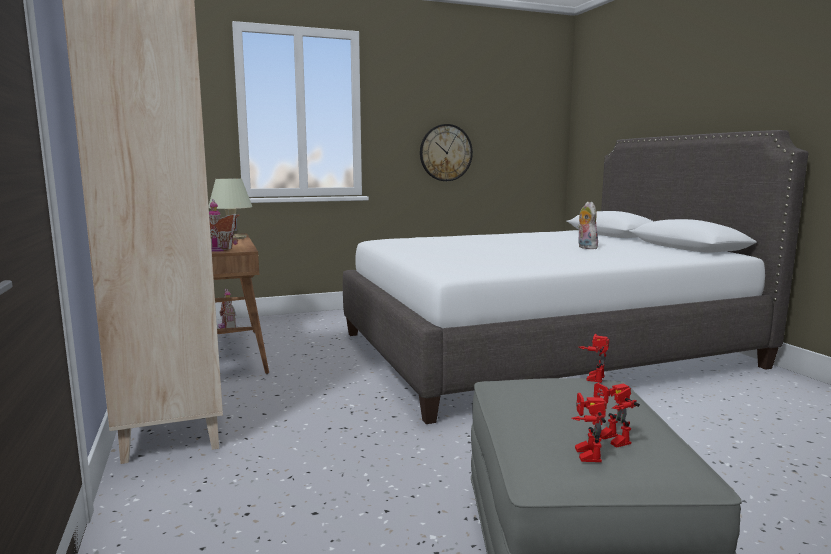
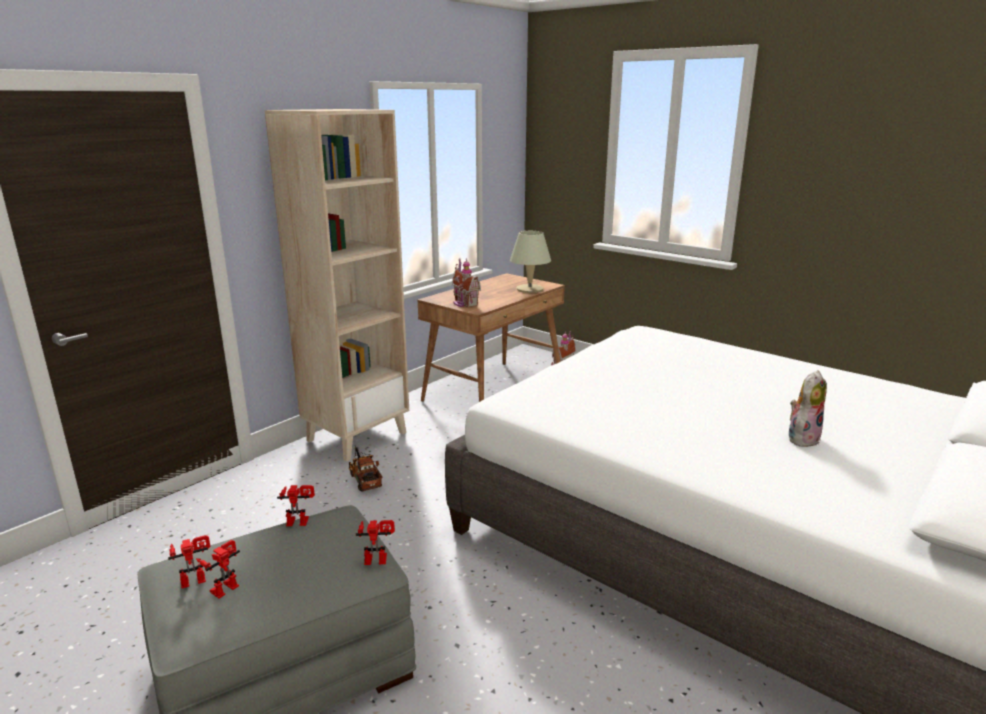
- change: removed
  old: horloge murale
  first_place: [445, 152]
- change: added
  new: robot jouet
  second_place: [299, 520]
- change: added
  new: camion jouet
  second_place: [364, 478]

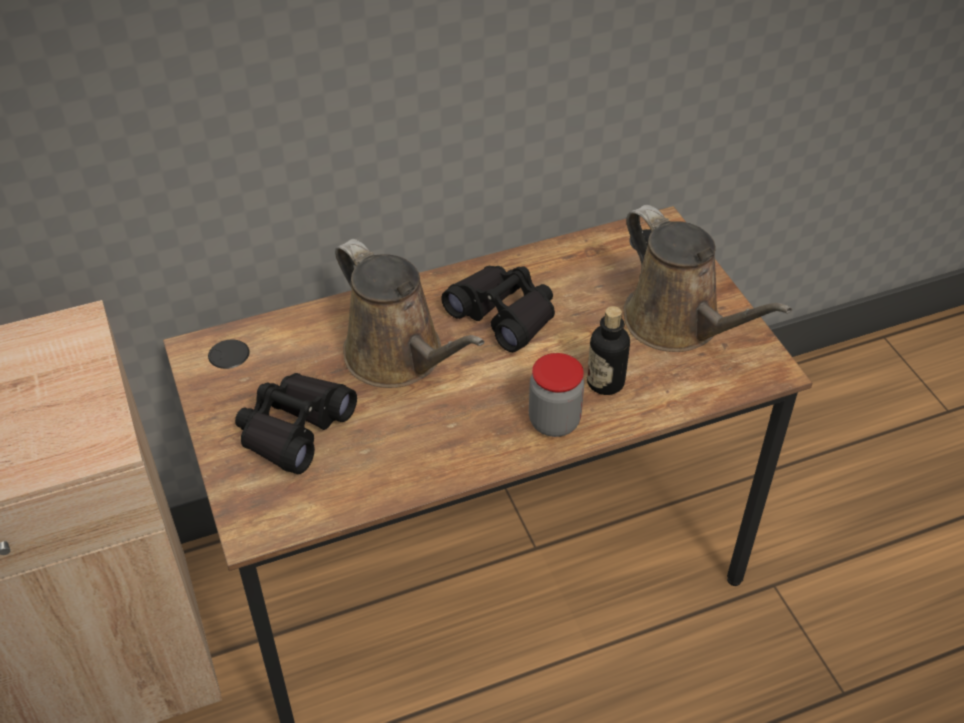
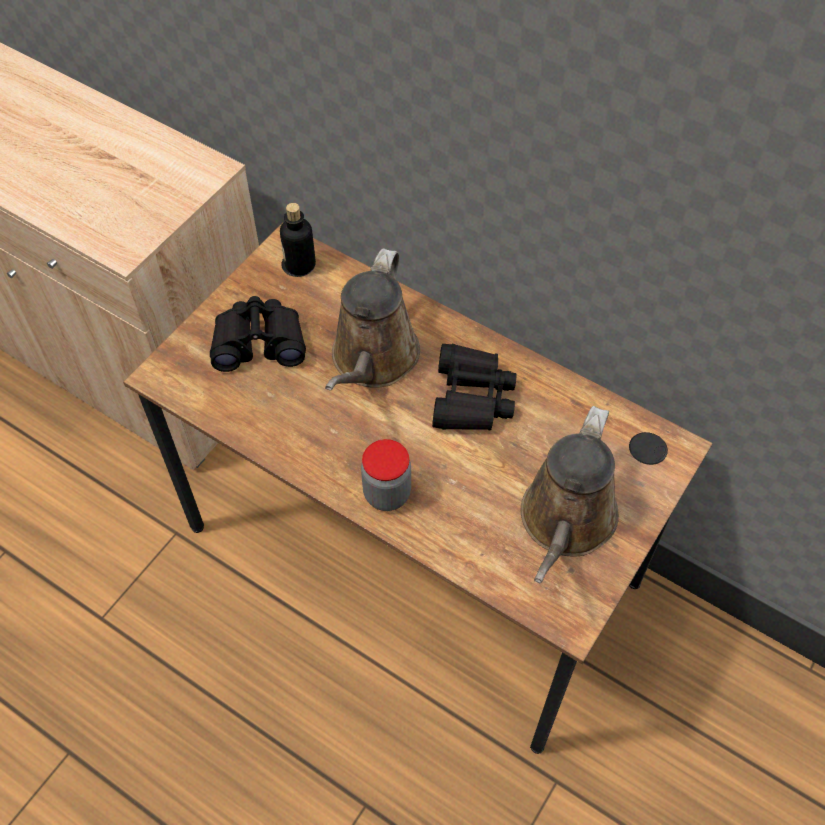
- change: moved
  old: bouteille
  first_place: [605, 382]
  second_place: [300, 264]

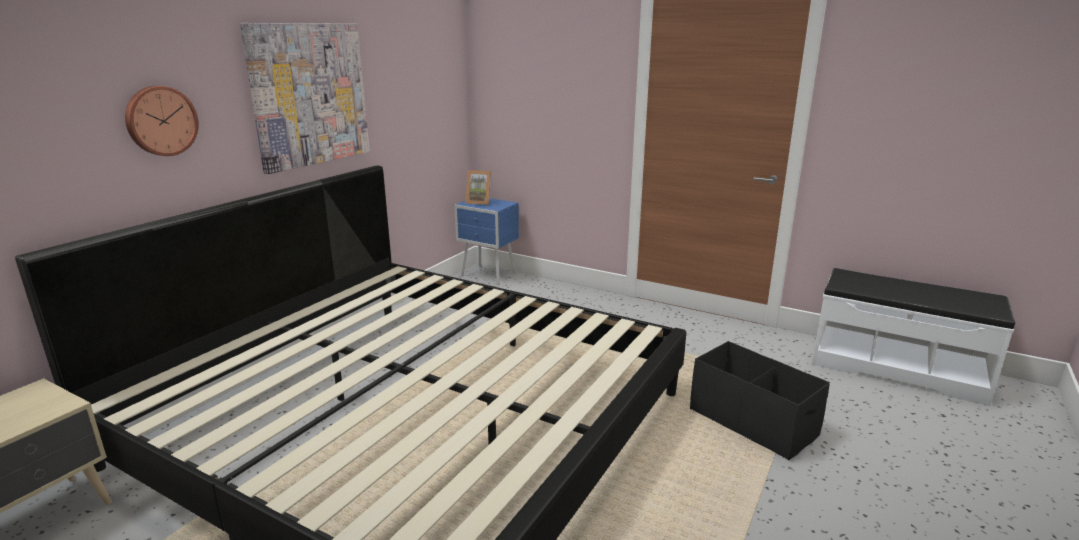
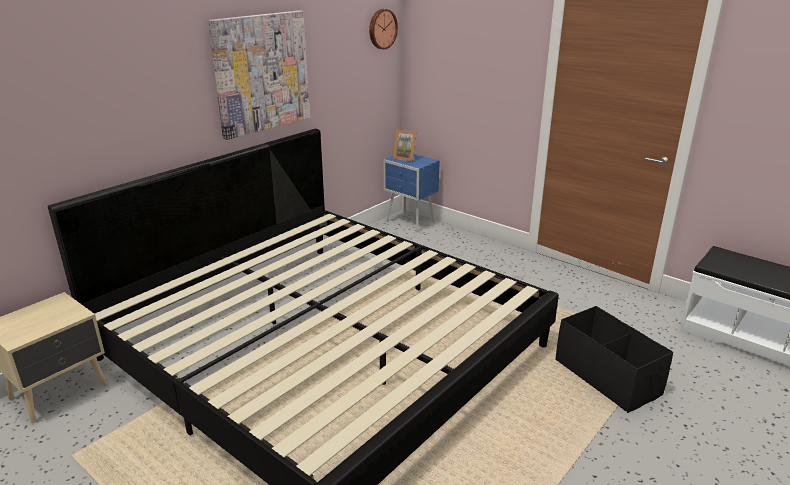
- change: moved
  old: horloge murale
  first_place: [160, 121]
  second_place: [382, 29]

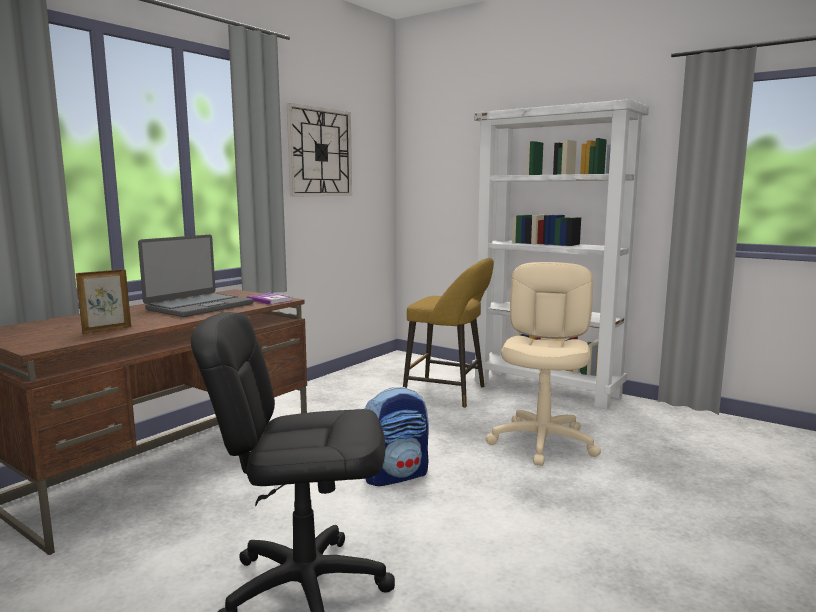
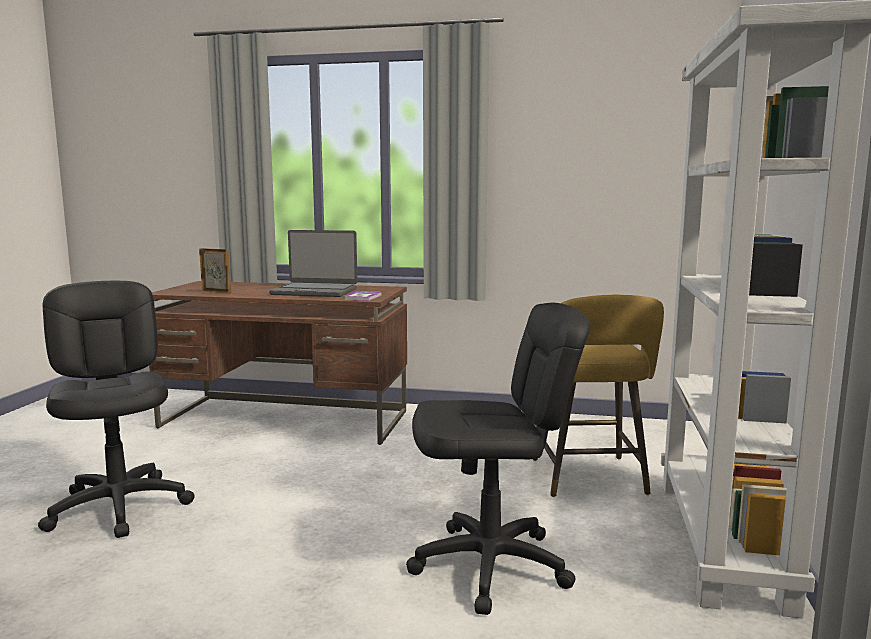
- change: removed
  old: horloge murale
  first_place: [320, 152]
- change: removed
  old: sac à dos
  first_place: [396, 475]
- change: recoloured
  old: chaise de bureau [beige]
  new: chaise de bureau [noir]
  first_place: [543, 442]
  second_place: [491, 566]

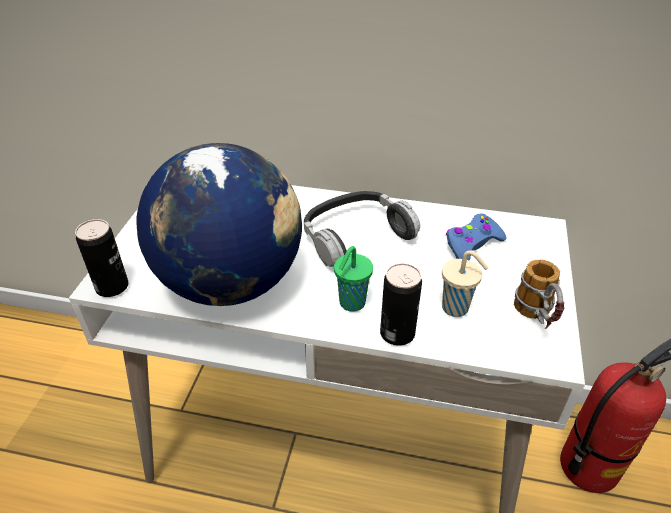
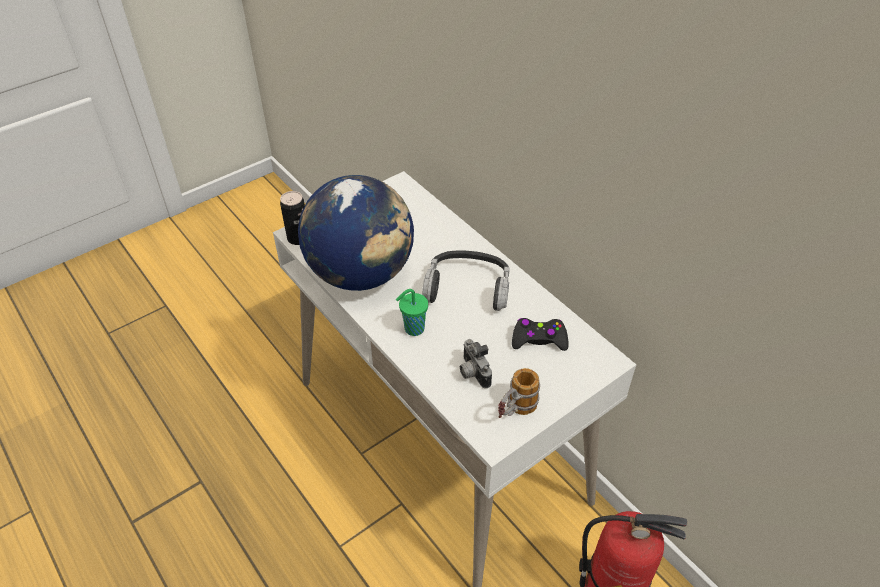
- change: removed
  old: boîte métallique
  first_place: [397, 333]
- change: replaced
  old: tasse [beige]
  new: appareil photo
  first_place: [457, 308]
  second_place: [472, 373]
- change: recoloured
  old: manette [bleu]
  new: manette [noir]
  first_place: [472, 244]
  second_place: [538, 339]

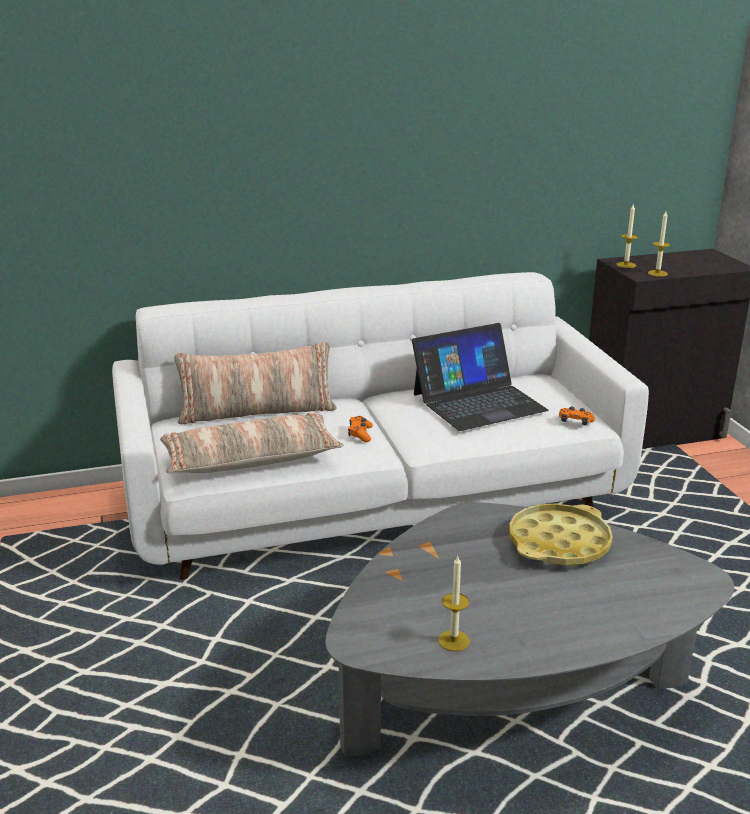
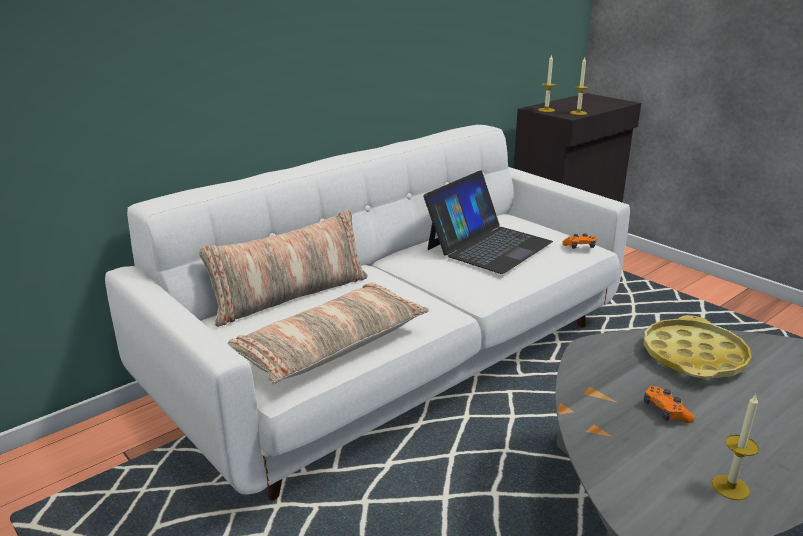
- change: moved
  old: manette [orange]
  first_place: [360, 434]
  second_place: [665, 411]

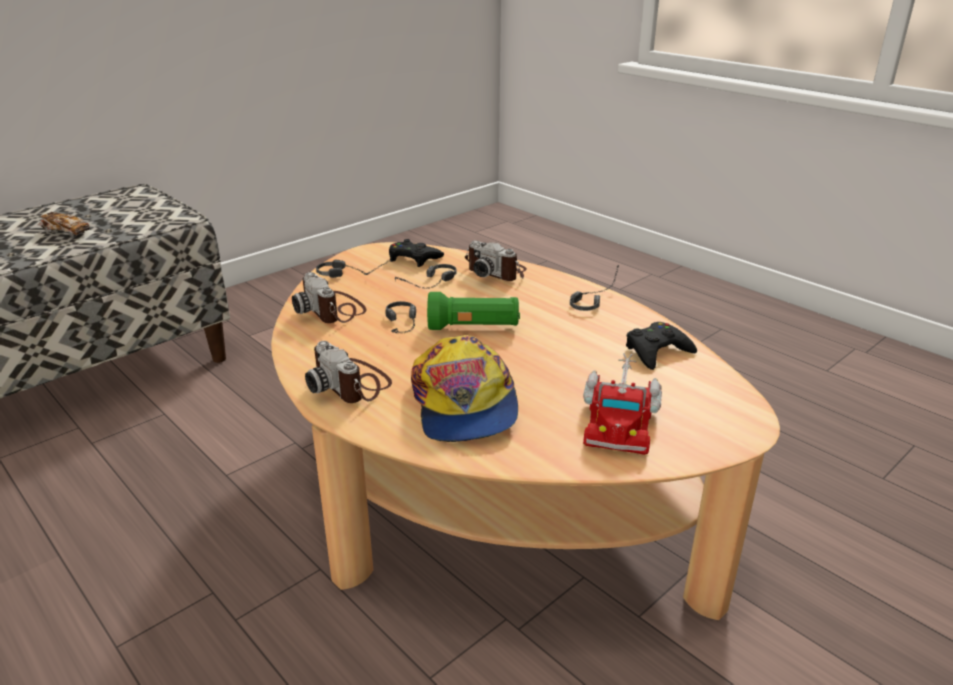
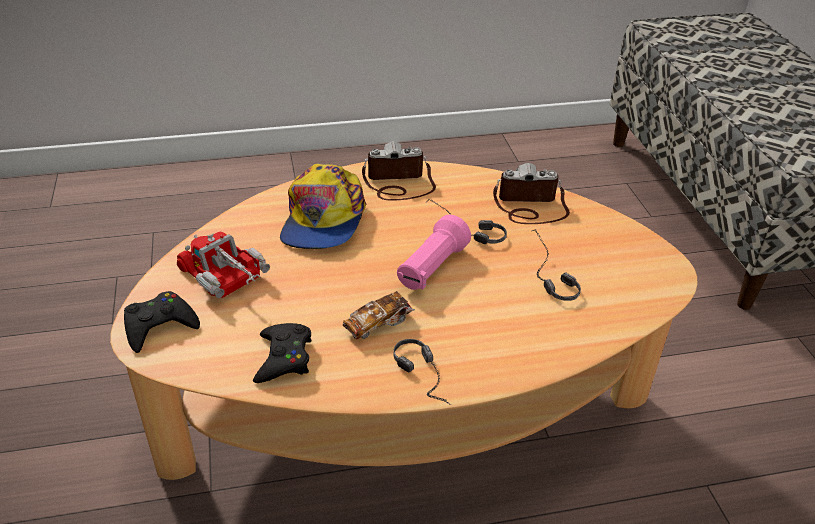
- change: removed
  old: casque audio
  first_place: [355, 274]
- change: removed
  old: appareil photo
  first_place: [497, 272]
- change: moved
  old: petite voiture
  first_place: [65, 233]
  second_place: [378, 324]
- change: moved
  old: manette [noir]
  first_place: [413, 259]
  second_place: [159, 326]
- change: recoloured
  old: lampe de poche [vert]
  new: lampe de poche [rose]
  first_place: [474, 328]
  second_place: [431, 268]
- change: turned
  old: casquette
  first_place: [464, 404]
  second_place: [323, 219]
  degrees: -105

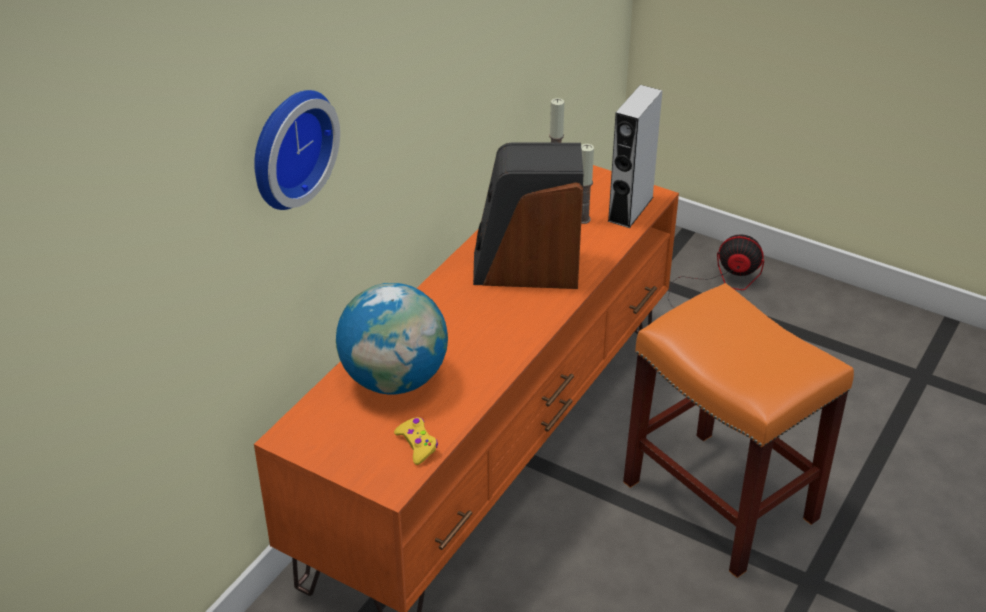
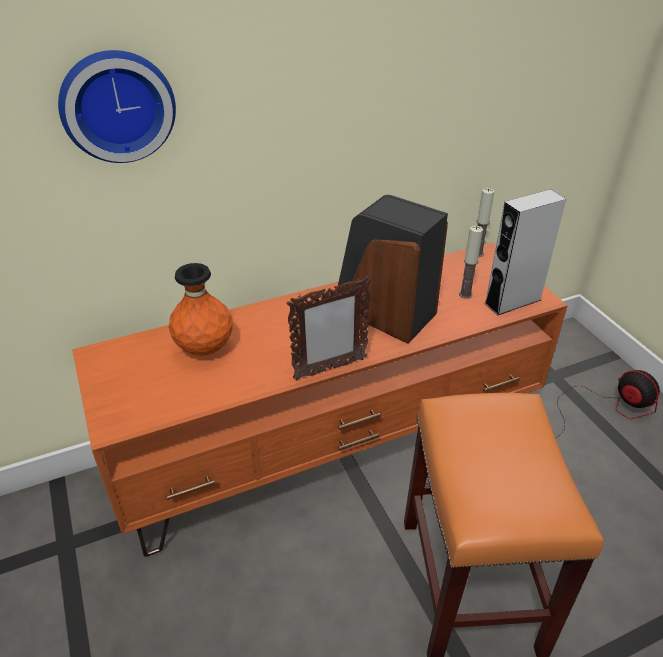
- change: removed
  old: manette [jaune]
  first_place: [417, 444]
- change: added
  new: cadre photo
  second_place: [329, 369]
- change: replaced
  old: globe
  new: vase [orange]
  first_place: [394, 379]
  second_place: [205, 349]

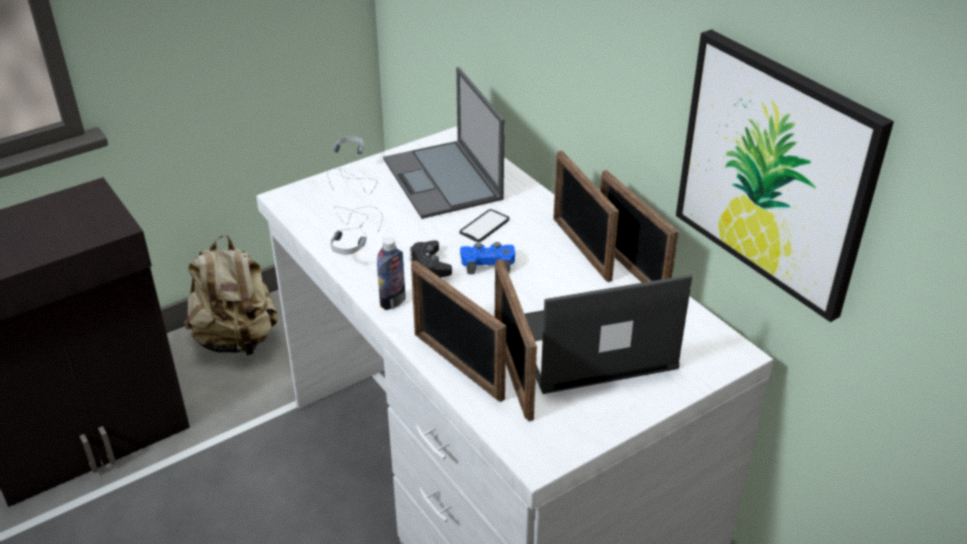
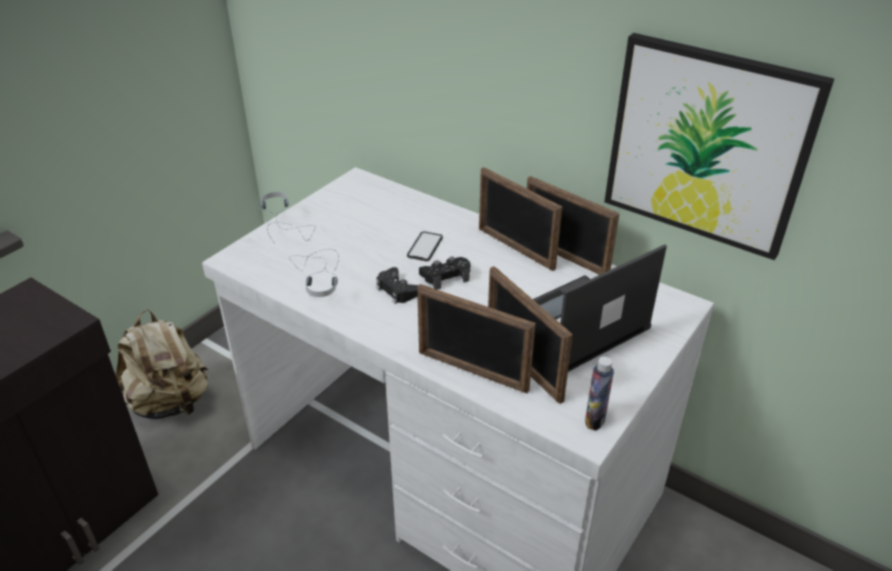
- change: removed
  old: ordinateur portable
  first_place: [443, 180]
- change: moved
  old: bouteille
  first_place: [393, 302]
  second_place: [595, 419]
- change: recoloured
  old: manette [bleu]
  new: manette [noir]
  first_place: [487, 263]
  second_place: [445, 277]

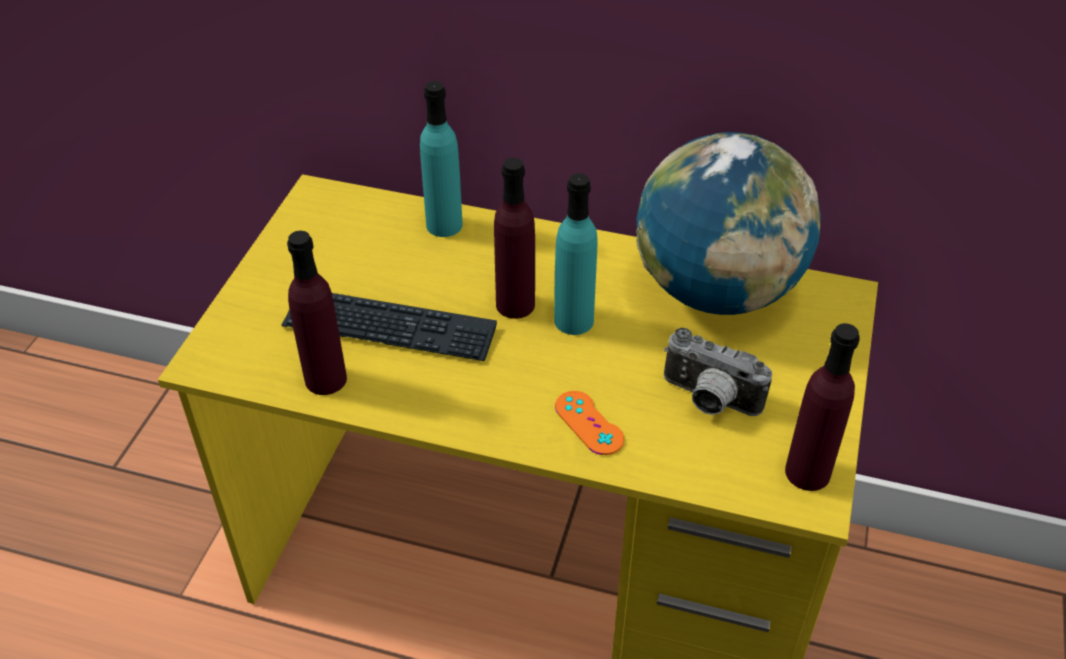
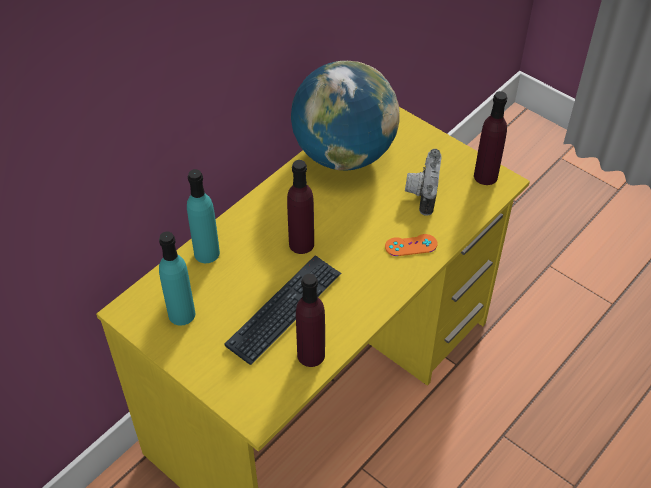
- change: moved
  old: bouteille [turquoise]
  first_place: [573, 320]
  second_place: [181, 314]
- change: turned
  old: appareil photo
  first_place: [708, 400]
  second_place: [421, 192]
  degrees: 135

